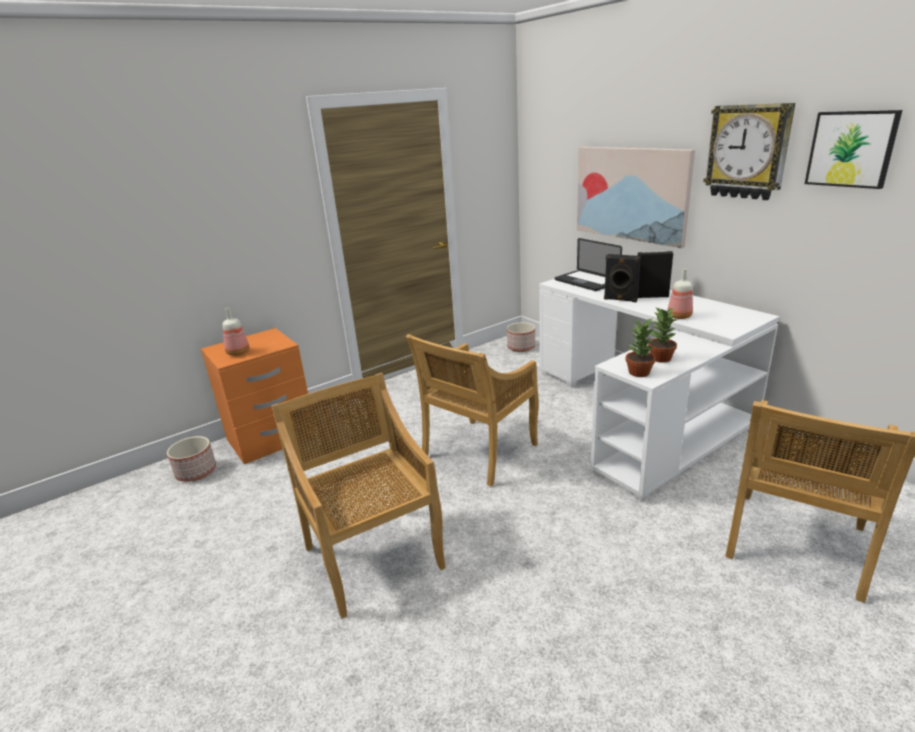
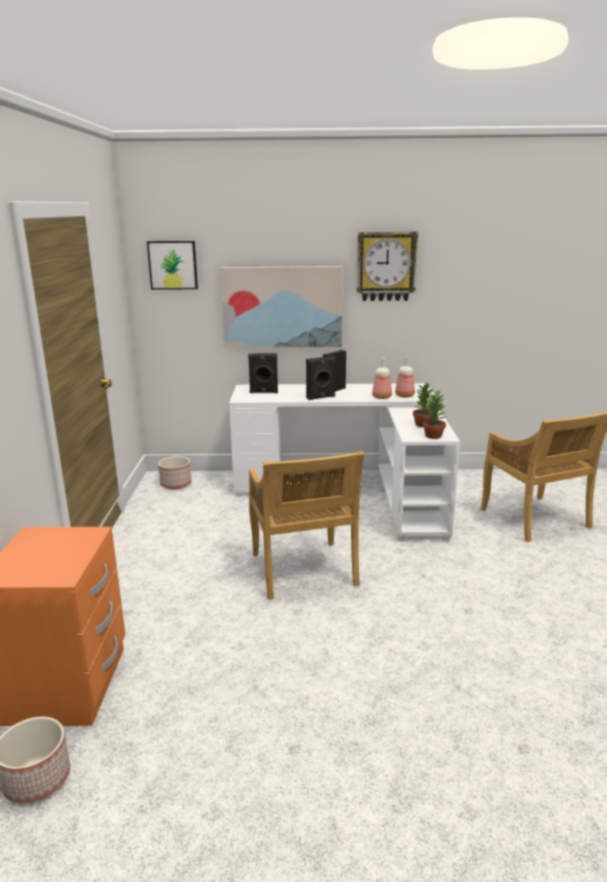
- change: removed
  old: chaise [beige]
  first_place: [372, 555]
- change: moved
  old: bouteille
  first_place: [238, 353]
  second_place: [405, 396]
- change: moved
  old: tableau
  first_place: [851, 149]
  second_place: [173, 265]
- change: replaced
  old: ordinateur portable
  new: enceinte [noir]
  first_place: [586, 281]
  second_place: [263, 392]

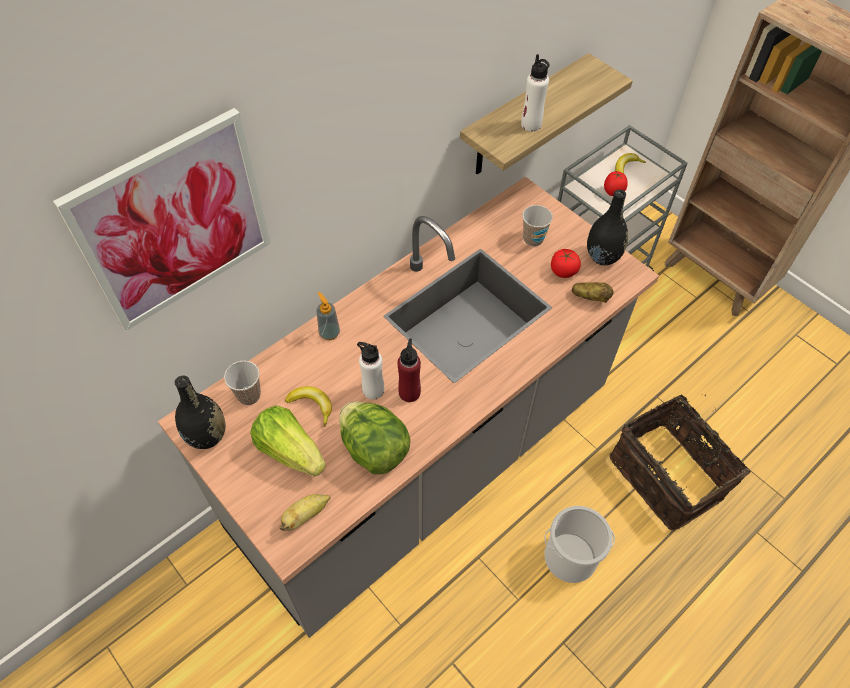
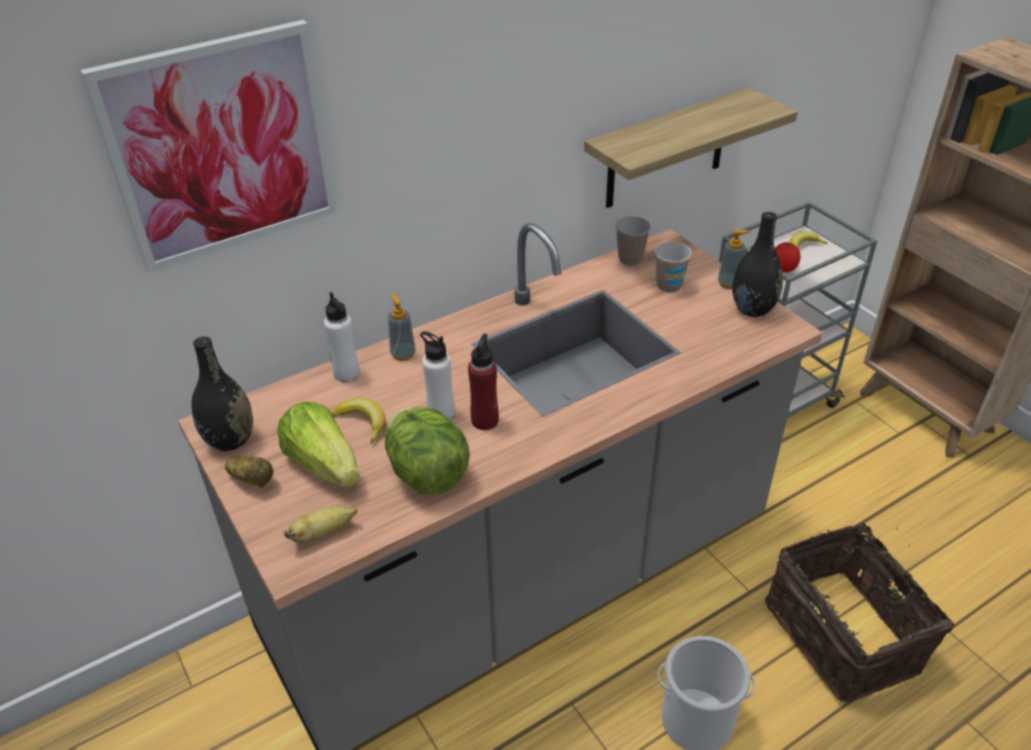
- change: removed
  old: tomate
  first_place: [563, 271]
- change: added
  new: distributeur de savon
  second_place: [729, 283]
- change: moved
  old: tasse
  first_place: [249, 395]
  second_place: [630, 259]
- change: moved
  old: bouteille [blanc]
  first_place: [531, 124]
  second_place: [346, 374]
- change: moved
  old: pomme de terre
  first_place: [590, 297]
  second_place: [253, 480]

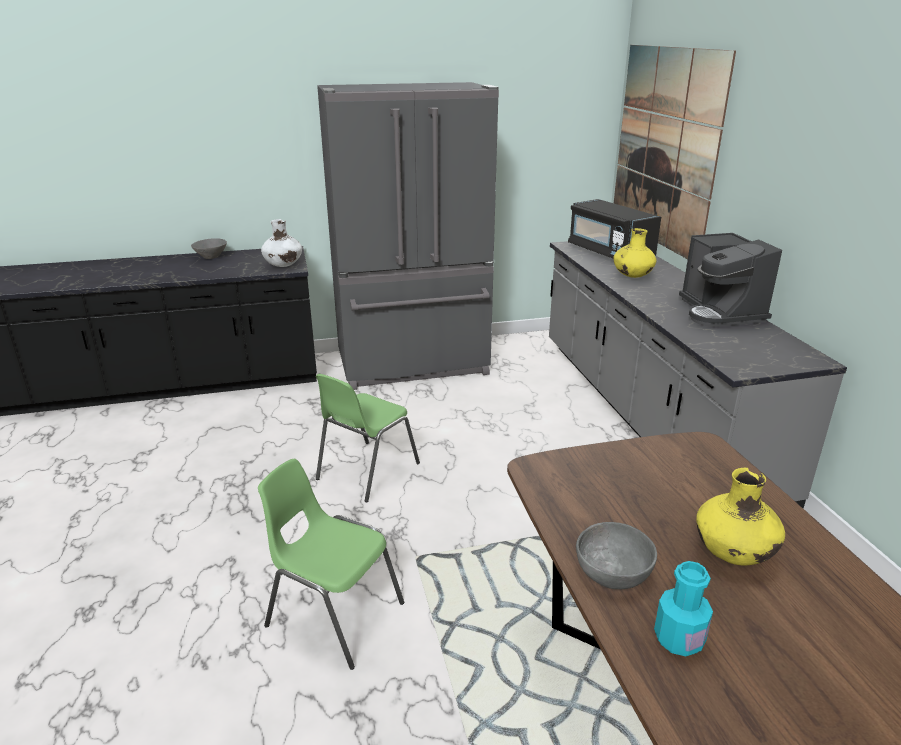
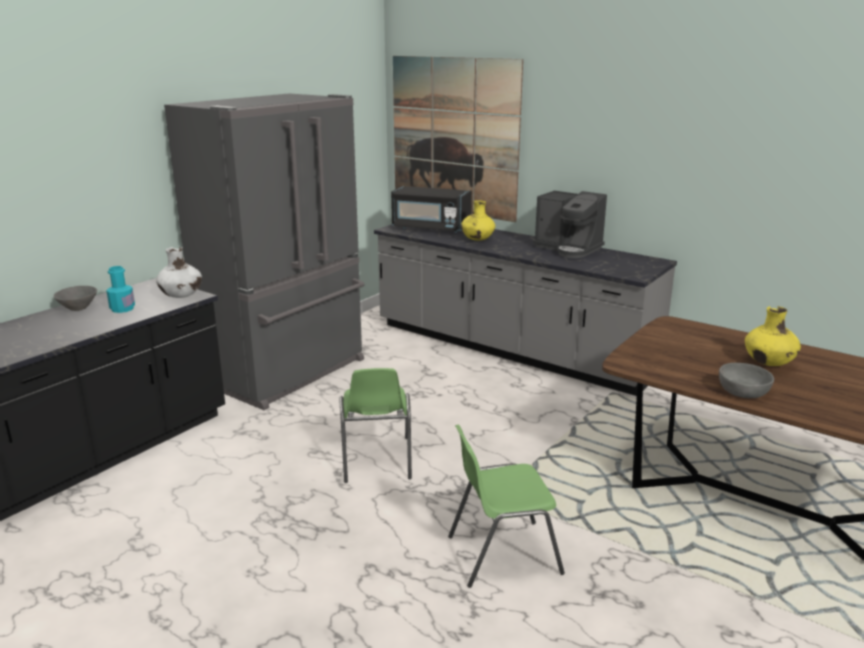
- change: moved
  old: bouteille [turquoise]
  first_place: [679, 639]
  second_place: [122, 309]

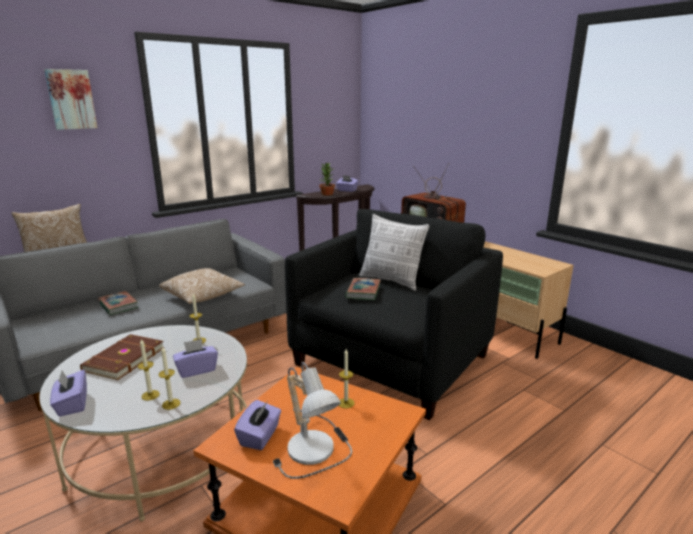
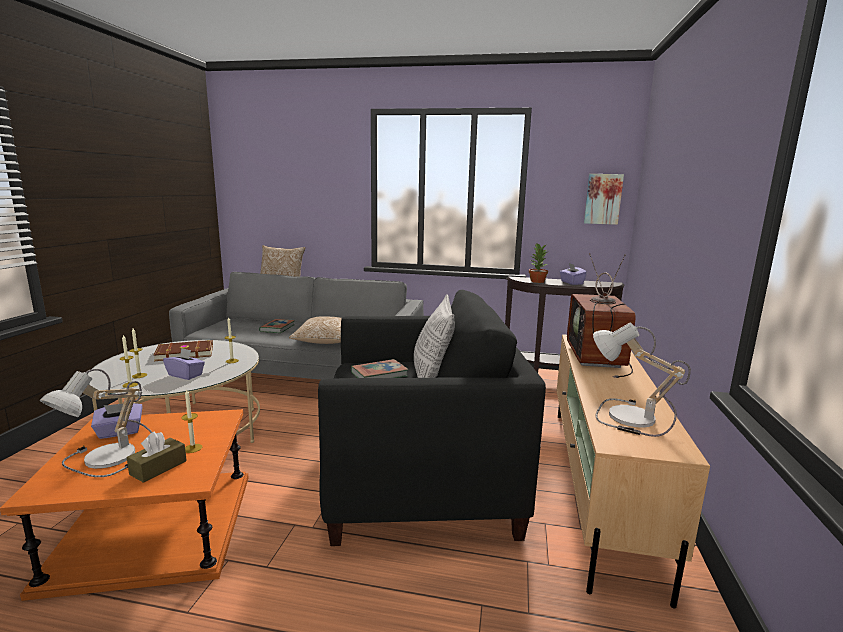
- change: removed
  old: boîte à mouchoirs [violet]
  first_place: [72, 404]
- change: added
  new: boîte à mouchoirs [marron]
  second_place: [158, 467]
- change: added
  new: lampe de table
  second_place: [627, 418]
- change: moved
  old: tableau
  first_place: [71, 99]
  second_place: [603, 199]

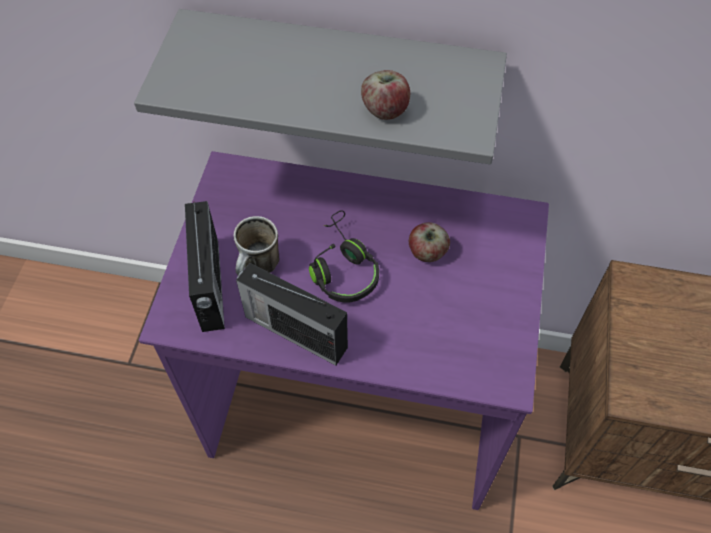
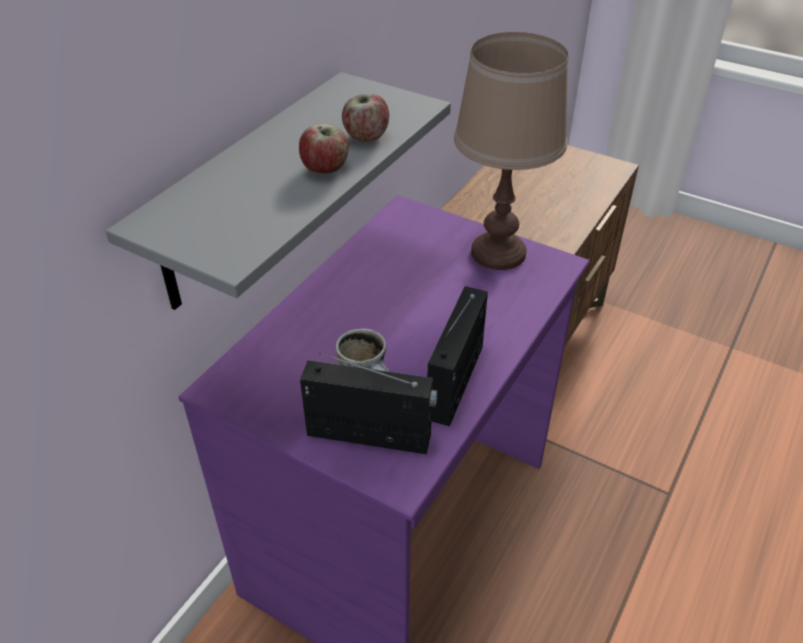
- change: removed
  old: casque audio [noir]
  first_place: [342, 268]
- change: added
  new: lampe de table [marron]
  second_place: [499, 253]
- change: moved
  old: pomme
  first_place: [427, 253]
  second_place: [325, 169]
- change: turned
  old: radio
  first_place: [294, 331]
  second_place: [456, 380]
  degrees: 150

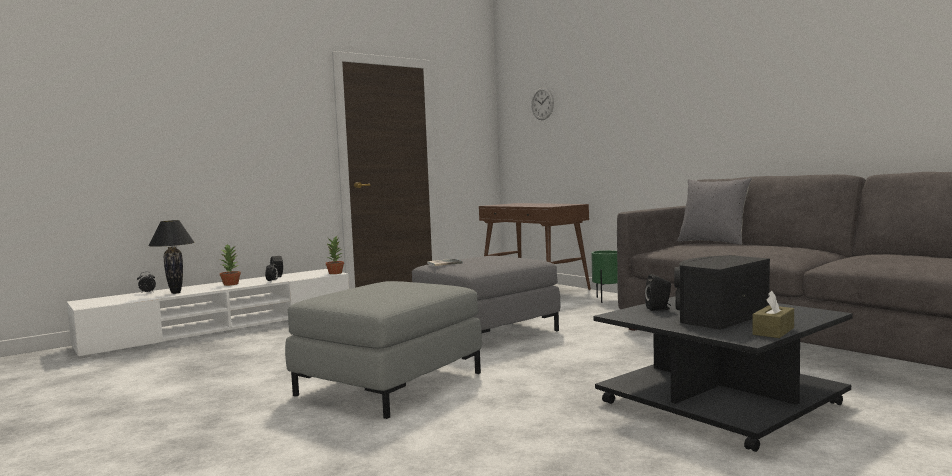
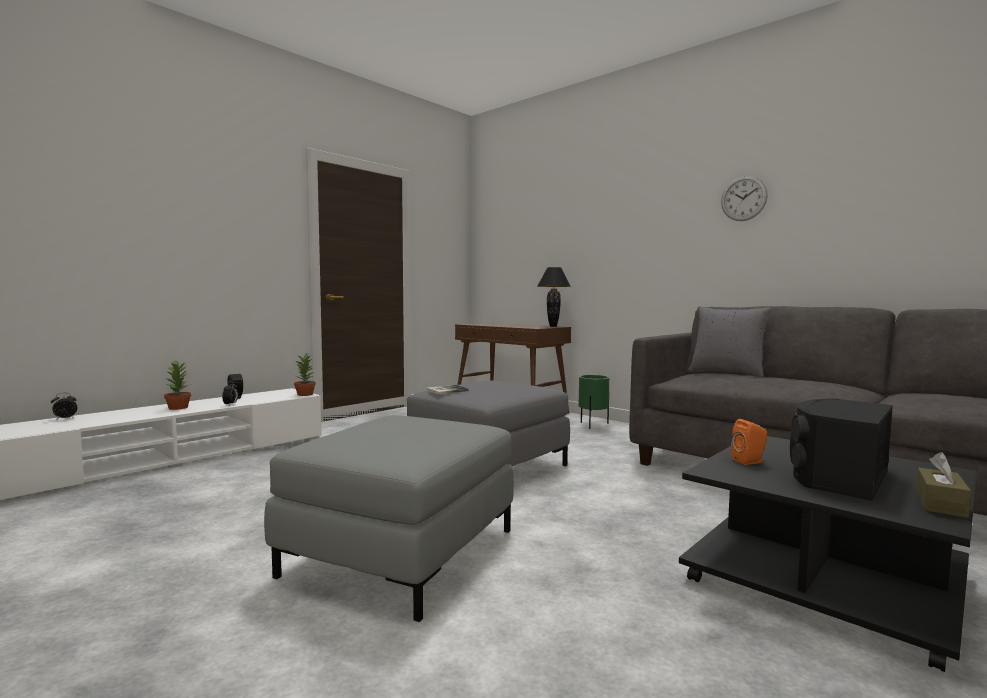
- change: moved
  old: lampe de table [noir]
  first_place: [175, 293]
  second_place: [552, 326]
- change: moved
  old: horloge murale
  first_place: [542, 103]
  second_place: [743, 198]
- change: recoloured
  old: enceinte [noir]
  new: enceinte [orange]
  first_place: [659, 309]
  second_place: [750, 461]

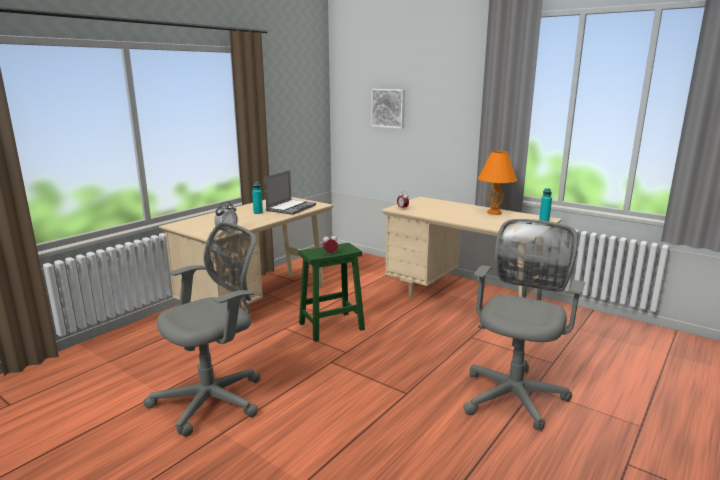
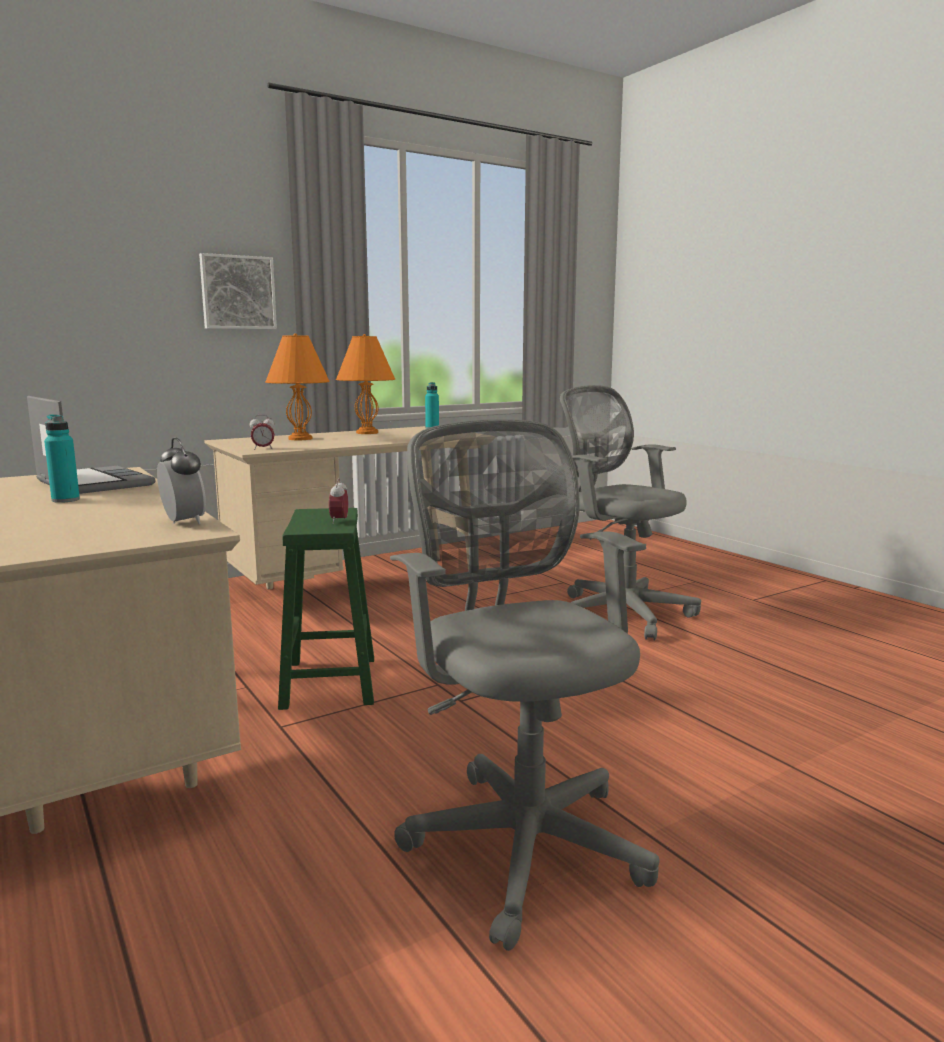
- change: added
  new: lampe de table [orange]
  second_place: [301, 439]
- change: moved
  old: tableau
  first_place: [389, 108]
  second_place: [237, 292]

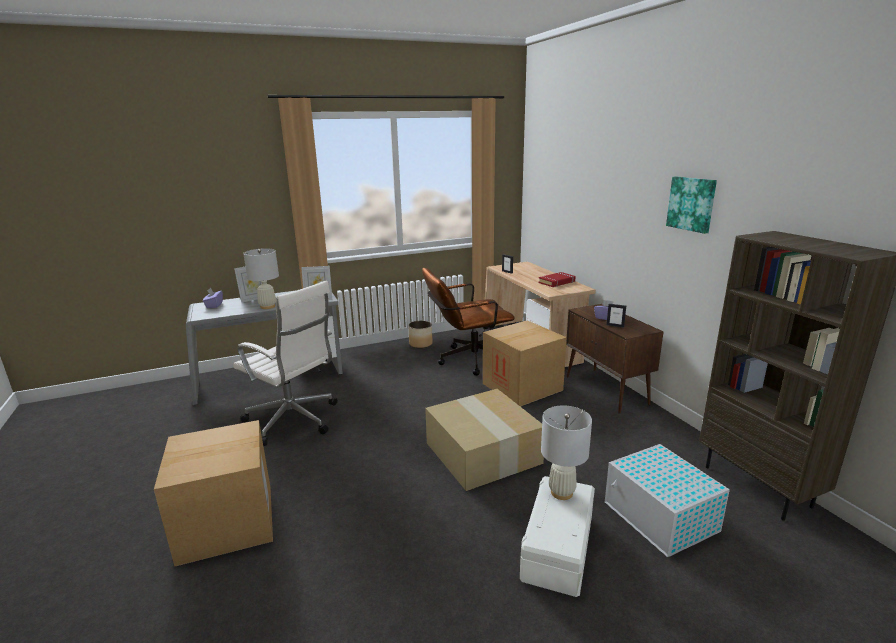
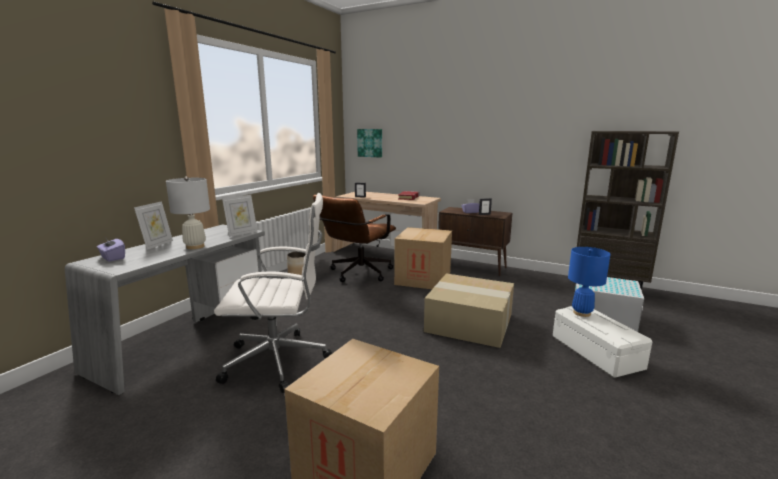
- change: moved
  old: tableau
  first_place: [692, 204]
  second_place: [370, 143]
- change: recoloured
  old: lampe de table [blanc]
  new: lampe de table [bleu]
  first_place: [562, 492]
  second_place: [582, 313]

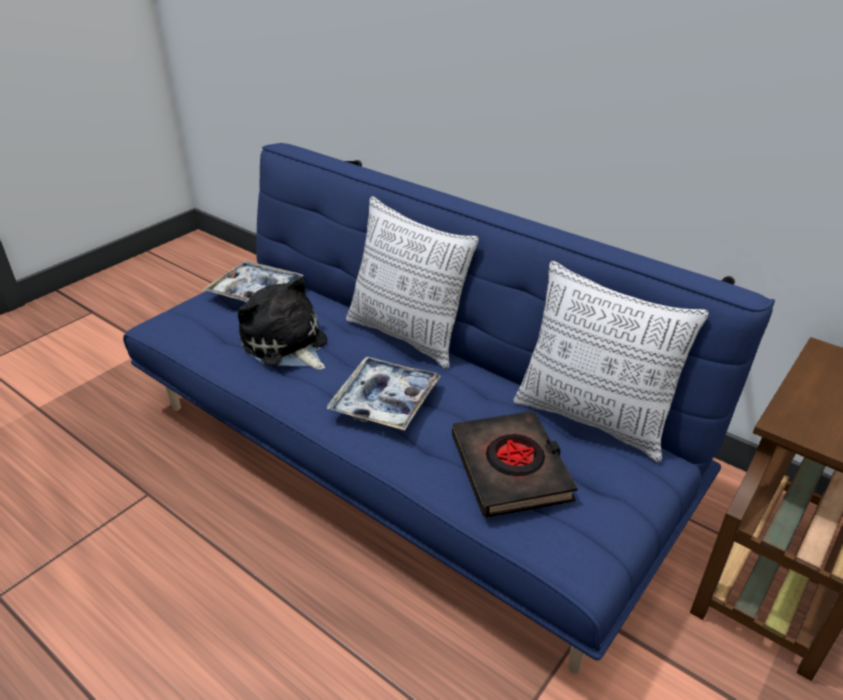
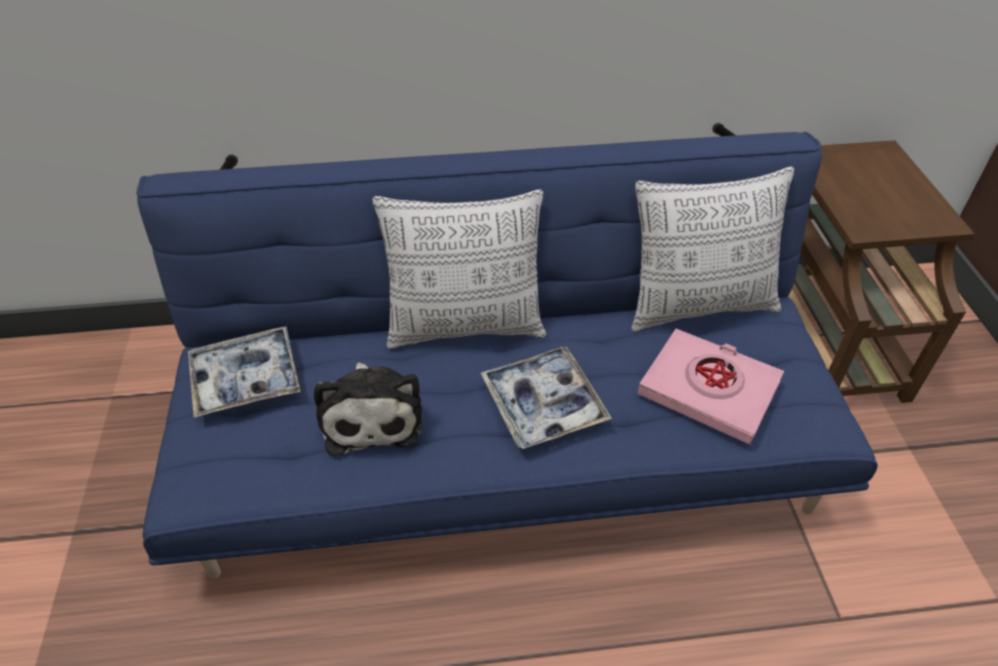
- change: recoloured
  old: livre [noir]
  new: livre [rose]
  first_place: [511, 469]
  second_place: [709, 390]
- change: turned
  old: peluche
  first_place: [286, 345]
  second_place: [372, 415]
  degrees: -105

